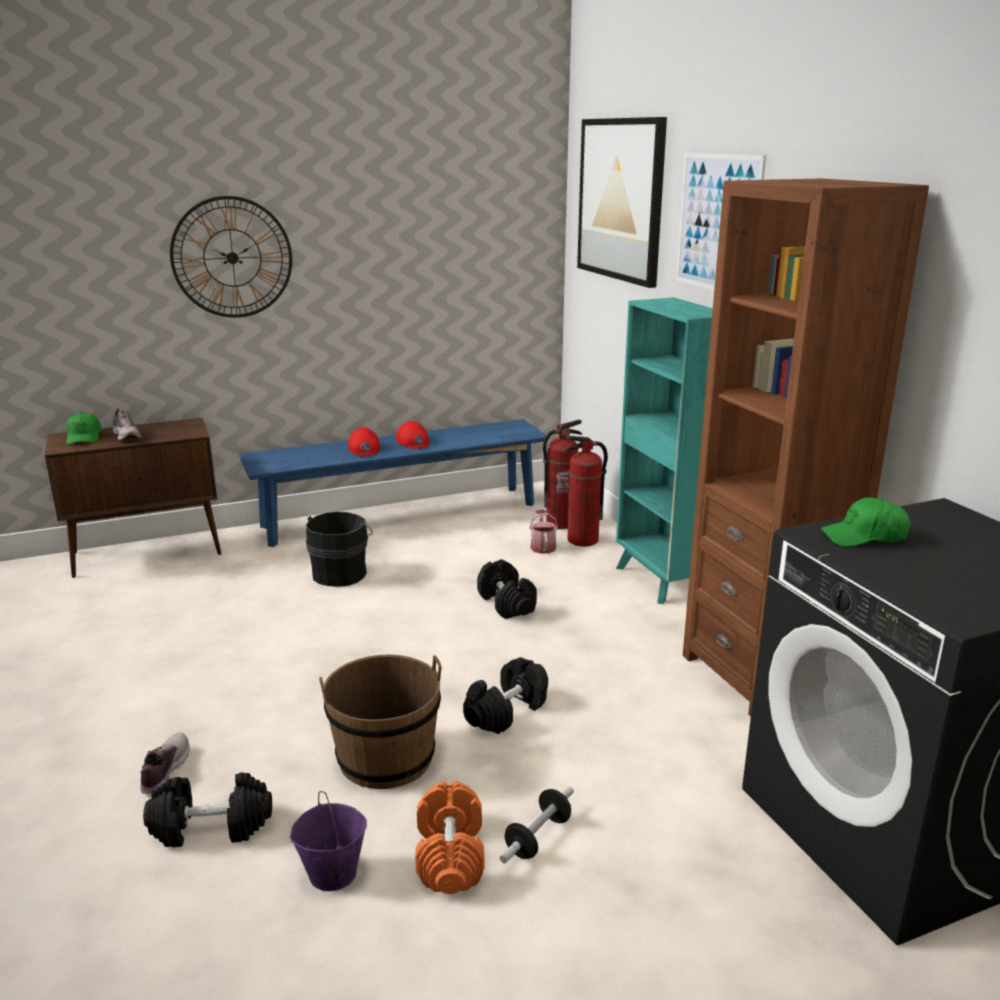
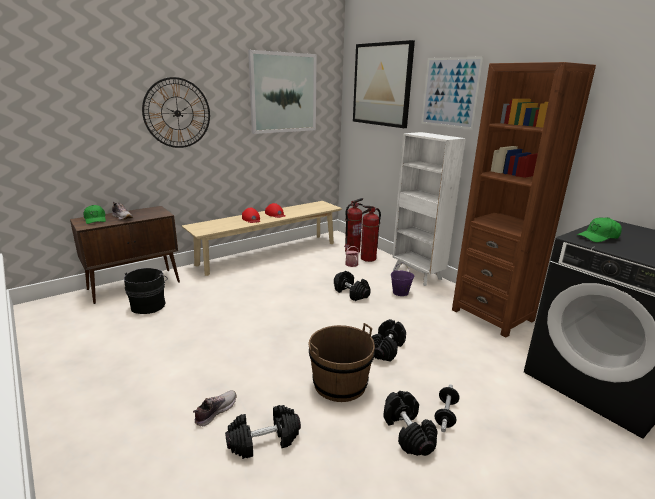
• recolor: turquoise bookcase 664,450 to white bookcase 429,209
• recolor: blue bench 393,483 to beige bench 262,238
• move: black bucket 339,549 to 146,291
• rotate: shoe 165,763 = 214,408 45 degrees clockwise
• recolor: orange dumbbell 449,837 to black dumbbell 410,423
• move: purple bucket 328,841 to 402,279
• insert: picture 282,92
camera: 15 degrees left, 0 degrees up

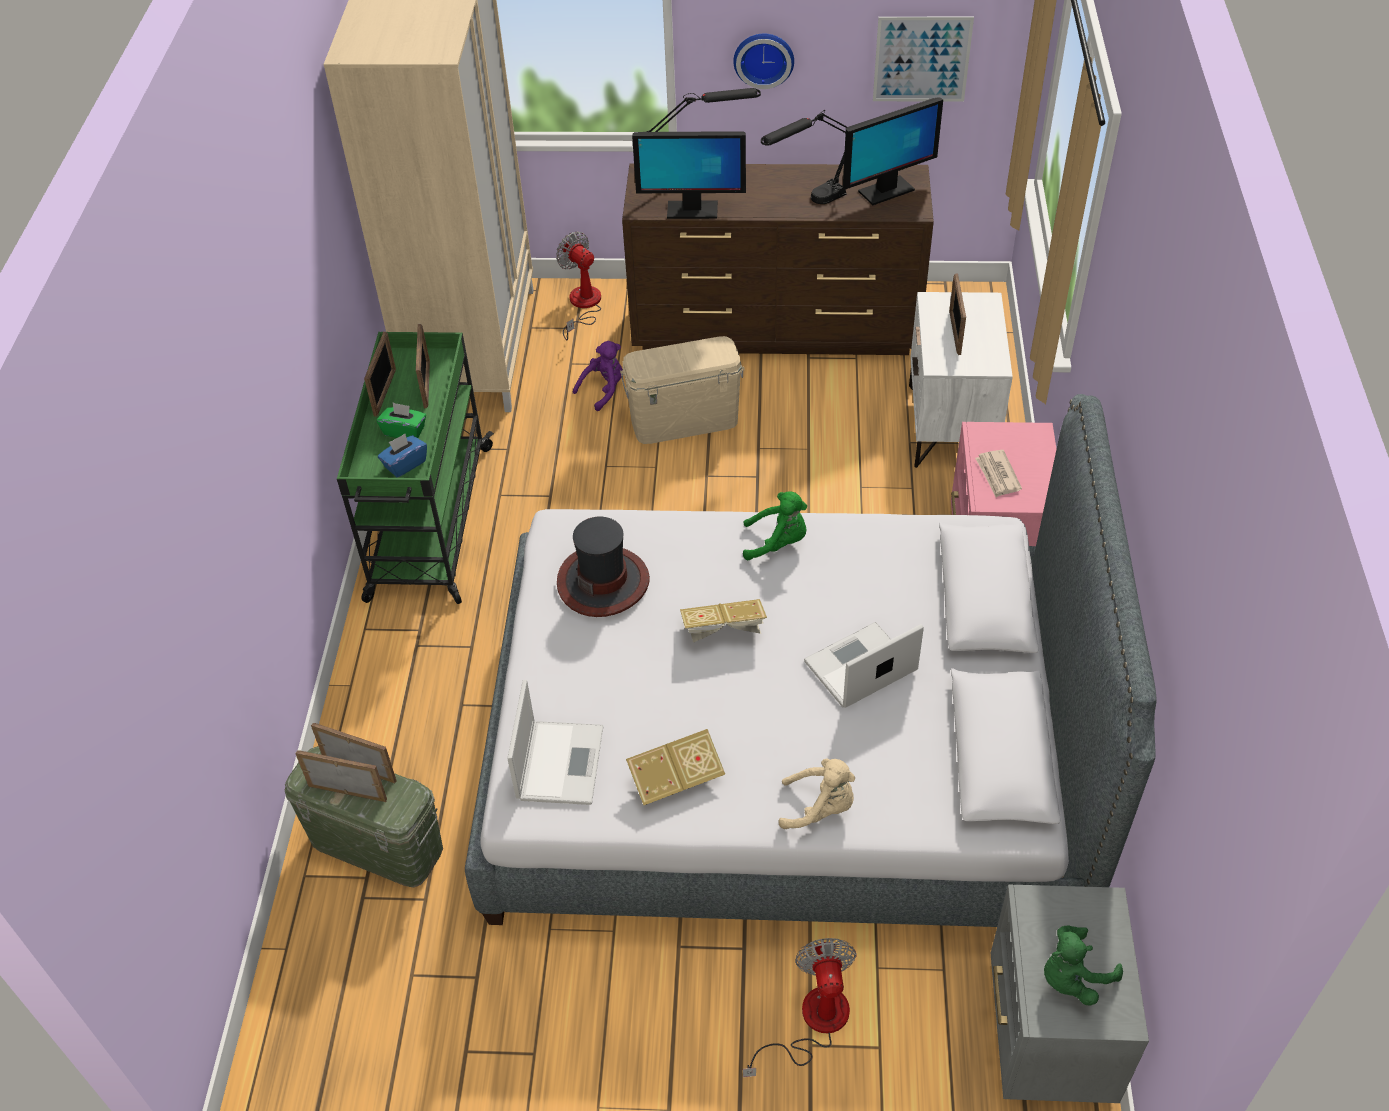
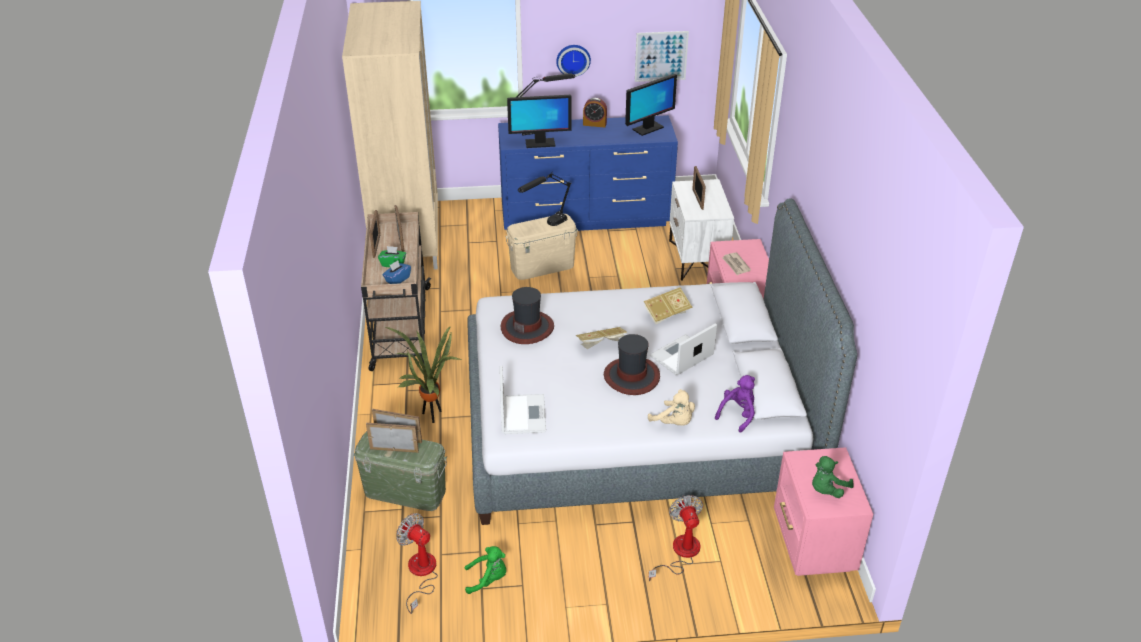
• move: black table lamp 804,157 to 545,199
• recolor: brown dresser 778,259 to blue dresser 588,173
• move: fan 578,285 to 417,563
• recolor: green cart 415,468 to beige cart 396,291
• move: purple plush toy 598,376 to 735,404
• move: green plush toy 775,525 to 485,570
• move: book 675,767 to 668,305
• rotate: beige plush toy 816,793 = 671,407 45 degrees clockwise
• recolor: grey nightstand 1070,994 to pink nightstand 823,511
• insert: alarm clock 595,113
• insert: potted plant 423,374
• insert: hat 632,364
camera: 10 degrees left, 10 degrees down

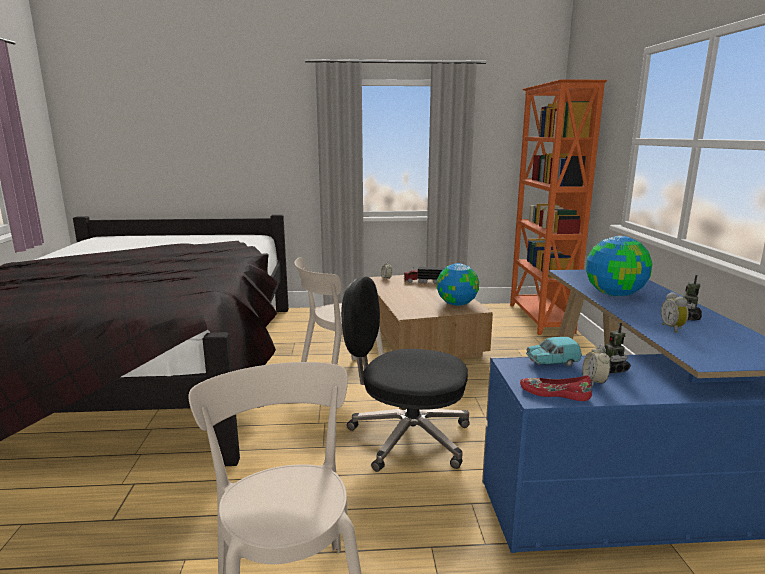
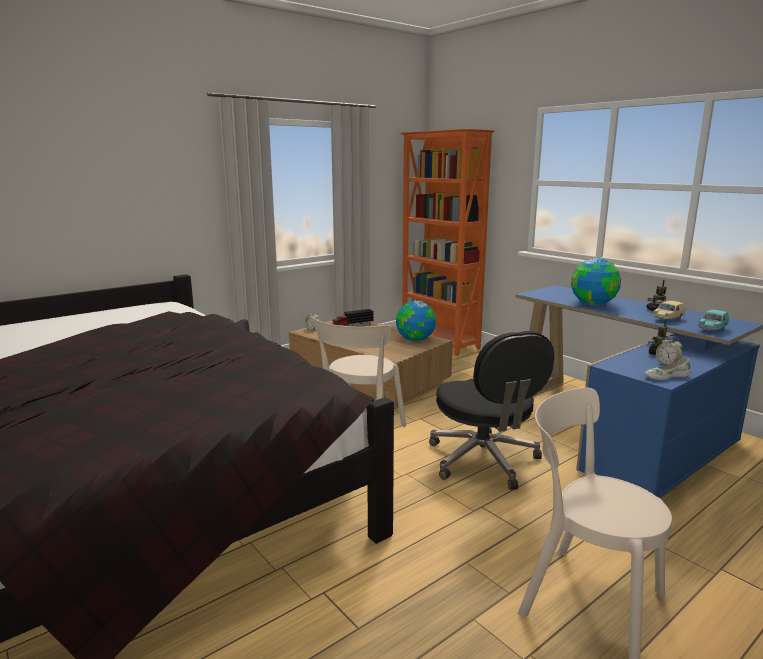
• rotate: black office chair 405,374 = 491,410 90 degrees counterclockwise
• replace: alarm clock 675,312 to beige toy car 668,311
• move: turquoise toy car 554,352 to 713,321
• recolor: red shoe 556,388 to white shoe 667,368
camera: 35 degrees left, 0 degrees up

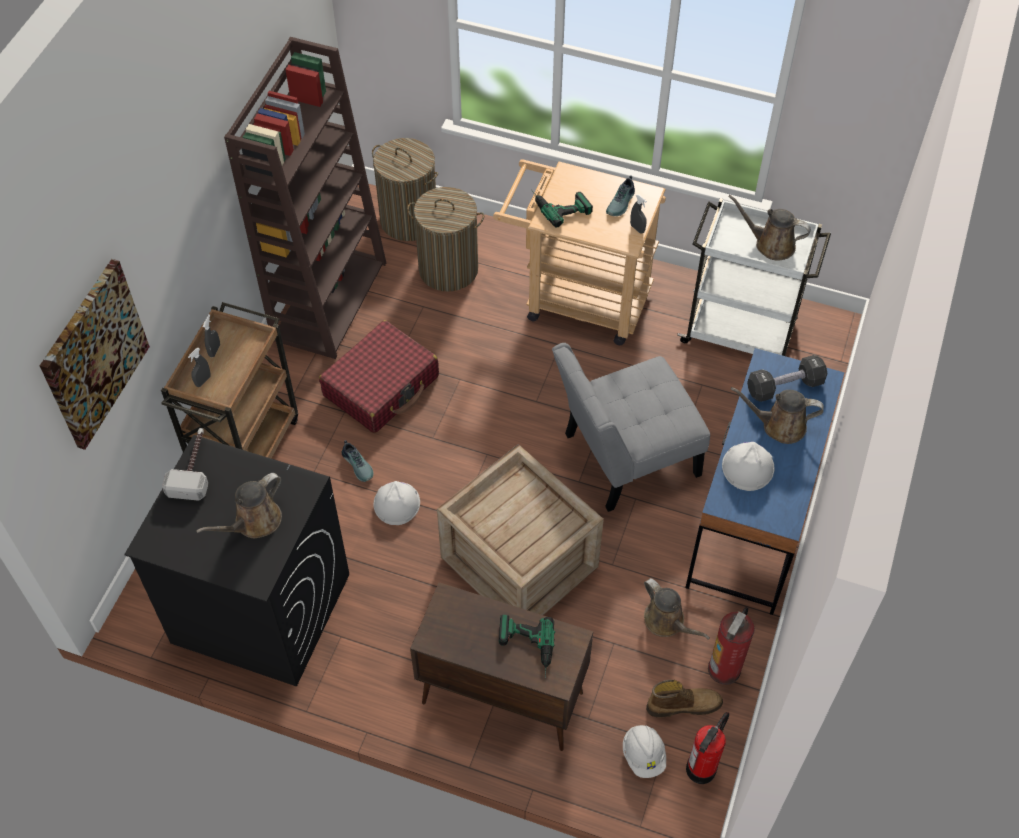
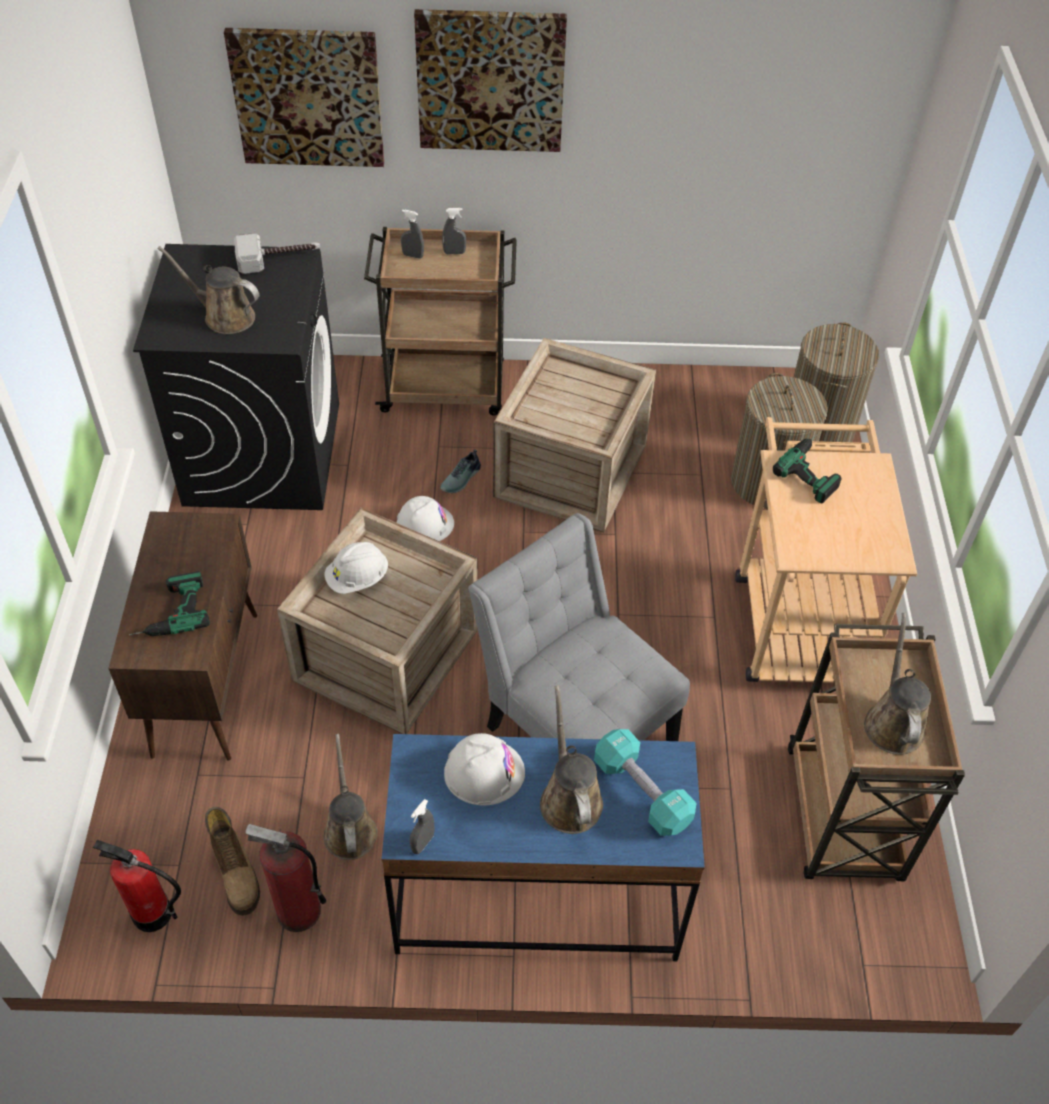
• delete: brown bookcase 305,198
• delete: shoe 620,195
• move: grey spray bottle 638,214 to 422,826
• recolor: white cart 754,277 to brown cart 876,753
• replace: red suitcase 379,376 to crate 574,435
• recolor: black dumbbell 787,378 to turquoise dumbbell 645,782
• rotate: brown watering can 677,609 = 351,797 135 degrees clockwise
• move: white hard hat 644,751 to 356,568
• insert: picture 490,80
camera: 70 degrees right, 5 degrees down

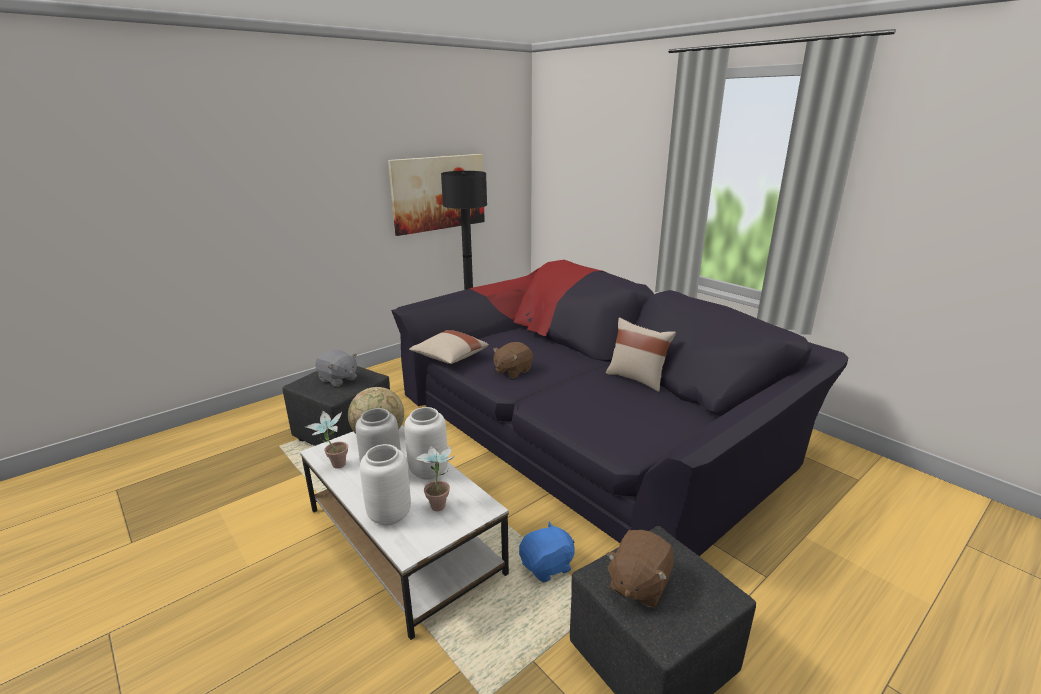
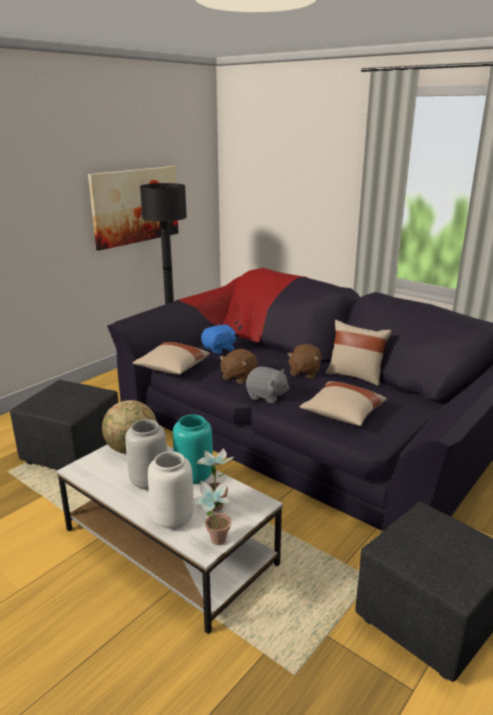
• move: grey plush toy 336,368 to 268,384
• recolor: white vase 426,443 to turquoise vase 193,449
• move: potted plant 327,439 to 211,512
• move: blue plush toy 547,551 to 218,339
• move: brown plush toy 640,568 to 304,361
• insert: beige pillow 343,403
camera: 10 degrees left, 0 degrees up

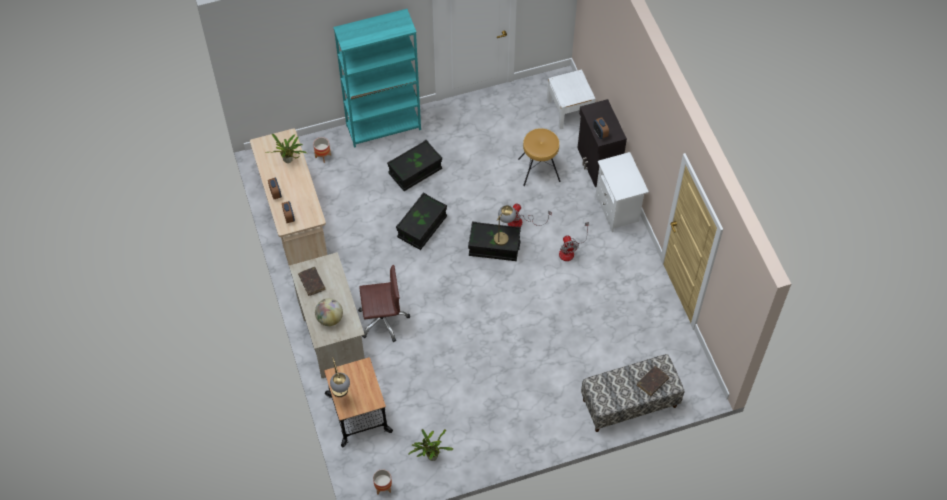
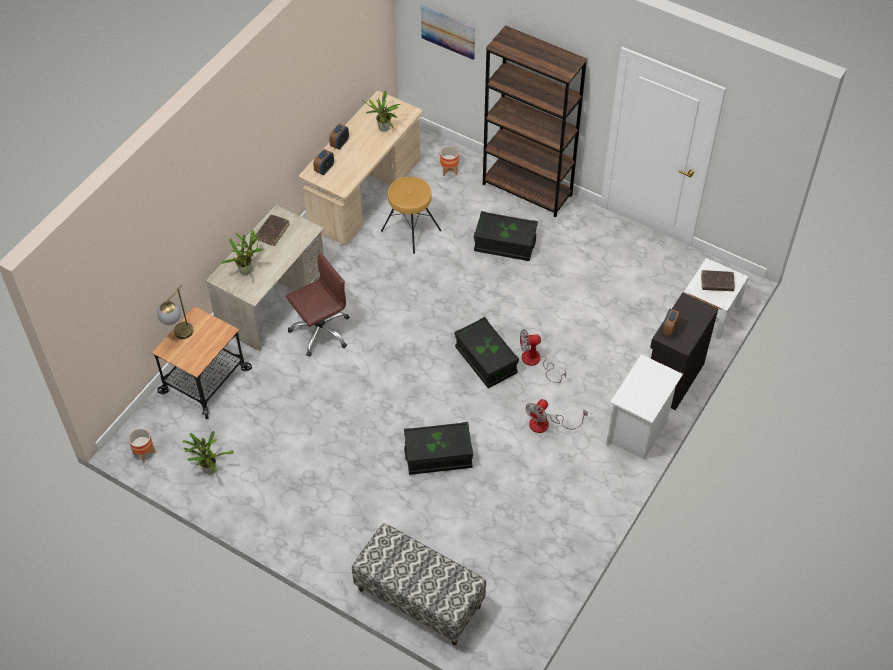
• recolor: turquoise bookcase 377,78 to brown bookcase 535,121
• move: brown stool 539,157 to 411,215
• move: black storage box 421,221 to 438,448
• delete: table lamp 505,225
• rotate: brown office chair 384,303 = 317,304 75 degrees counterclockwise
• replace: globe 329,312 to potted plant 242,252
• move: brown book 653,381 to 718,280
• insert: picture 448,33
camera: 50 degrees right, 5 degrees down

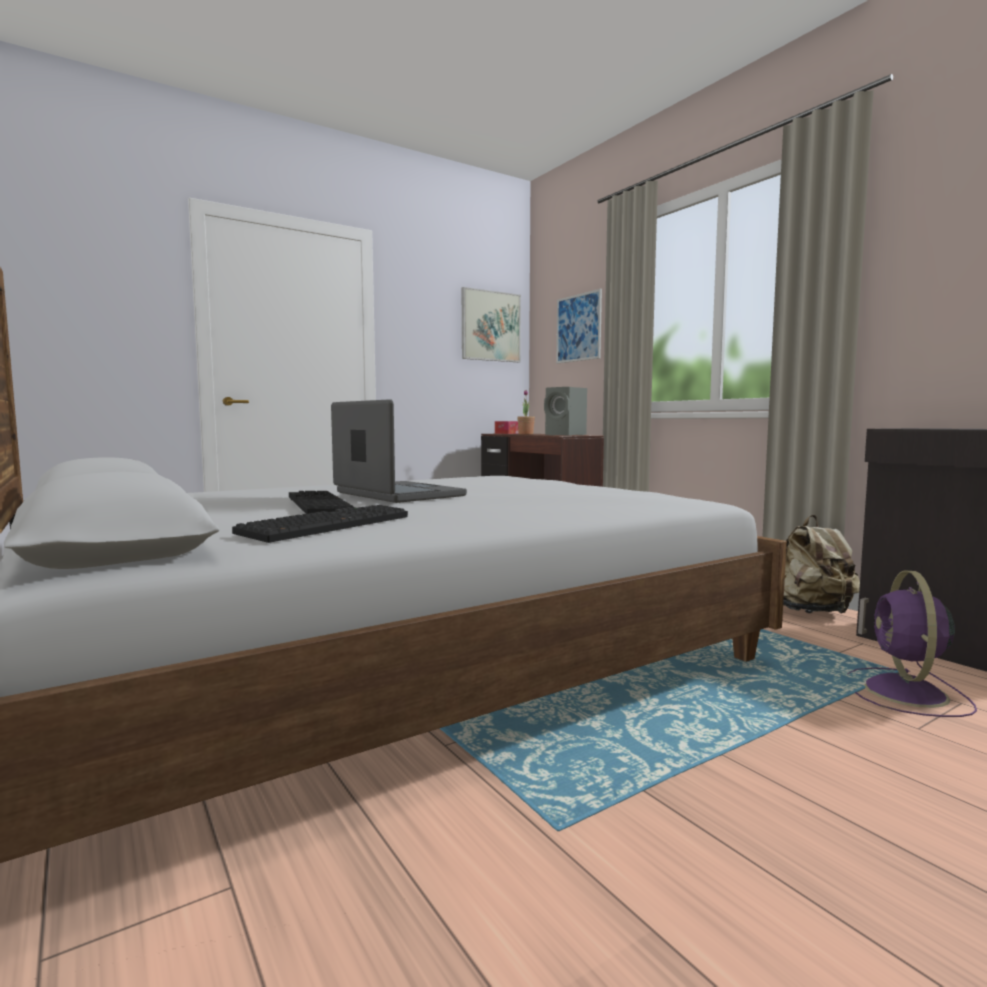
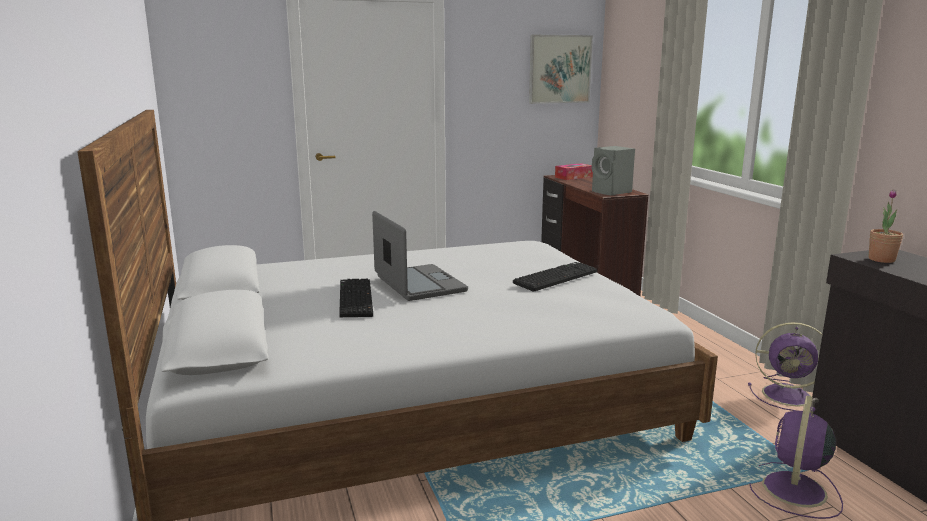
• delete: picture 579,326
• move: potted plant 526,412 to 886,226
• move: keyboard 320,524 to 555,277
• replace: beige backpack 821,564 to purple fan 785,366
camera: 15 degrees right, 10 degrees up

